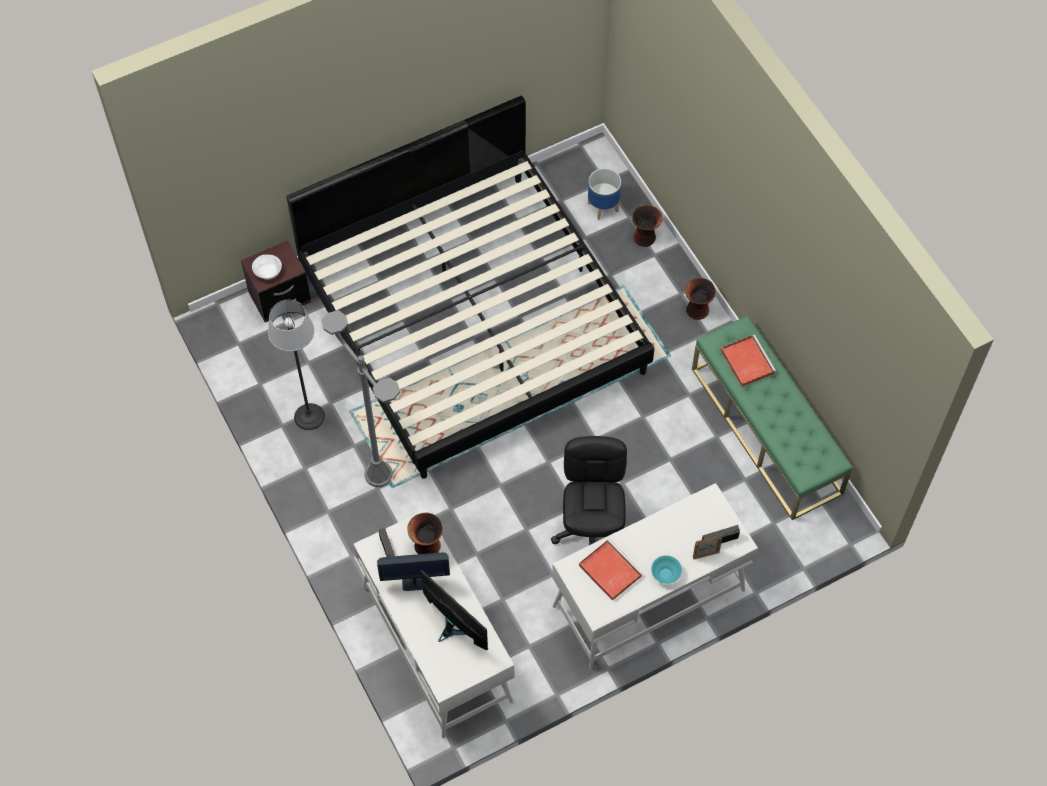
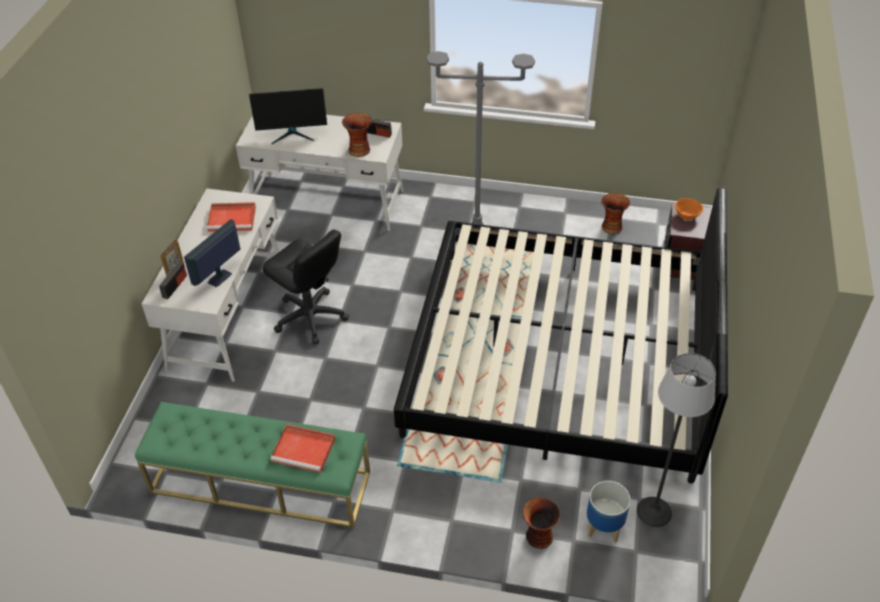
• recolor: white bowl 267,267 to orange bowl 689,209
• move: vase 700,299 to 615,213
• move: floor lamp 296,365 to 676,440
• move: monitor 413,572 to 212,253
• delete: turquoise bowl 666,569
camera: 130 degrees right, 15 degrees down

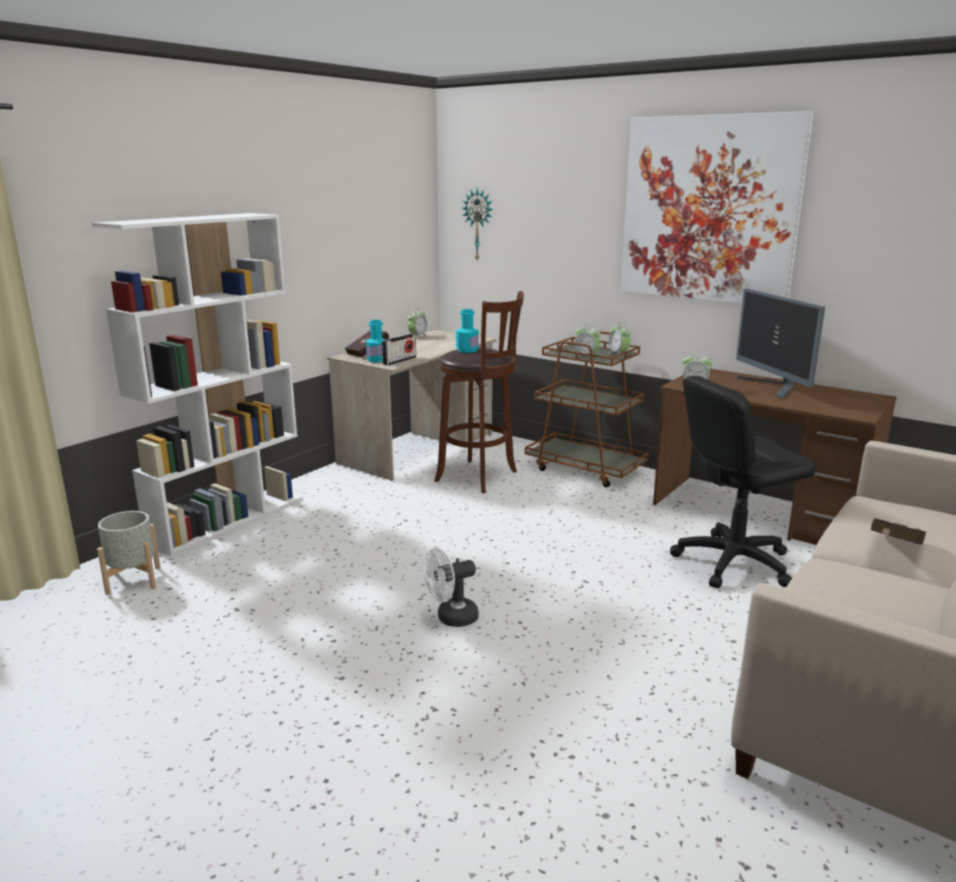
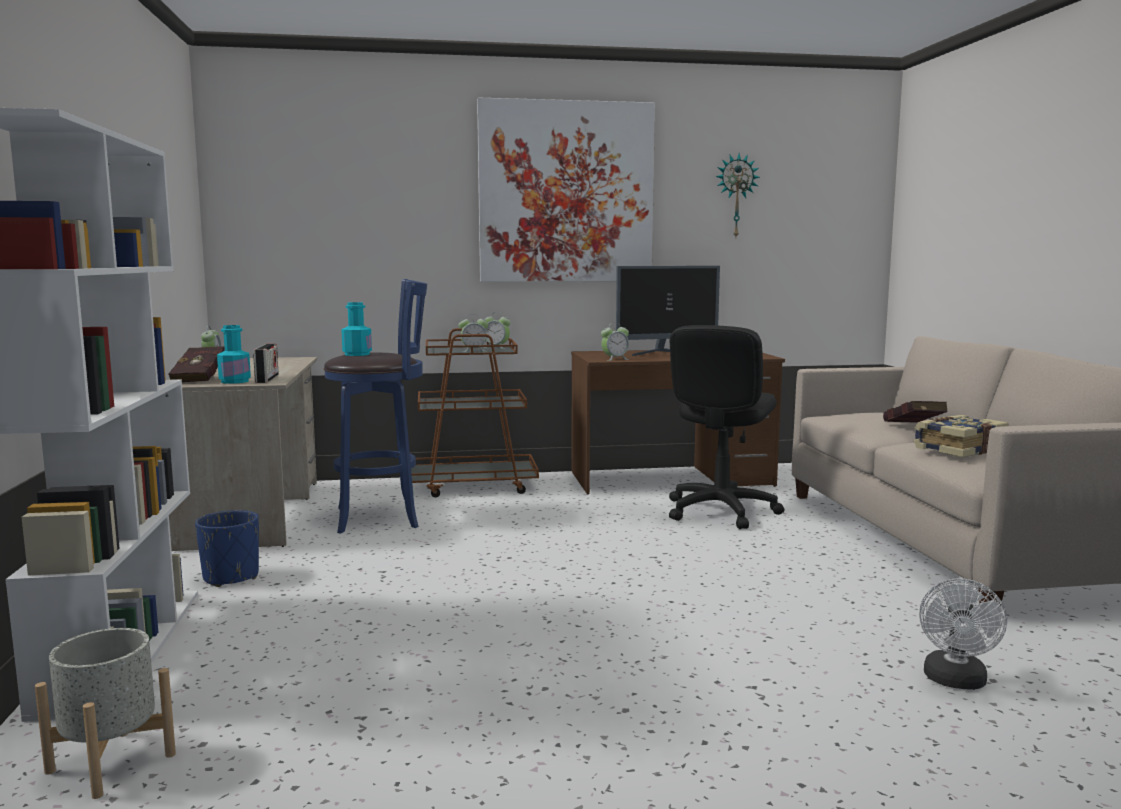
• move: wall clock 477,224 to 738,195
• rotate: monitor 780,344 = 668,311 45 degrees counterclockwise
• recolor: brown stool 479,392 to blue stool 375,406
• move: white fan 451,587 to 963,634
• insert: book 961,436
• insert: blue planter 227,548
camera: 45 degrees left, 10 degrees down

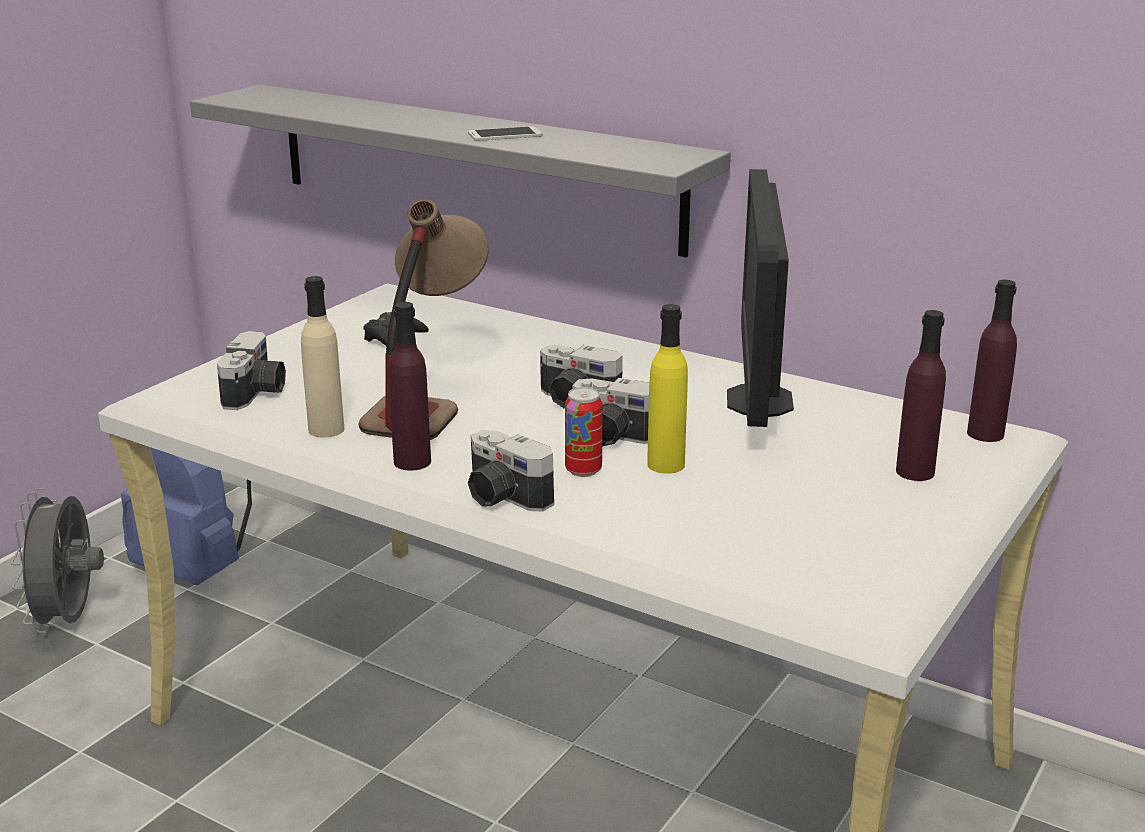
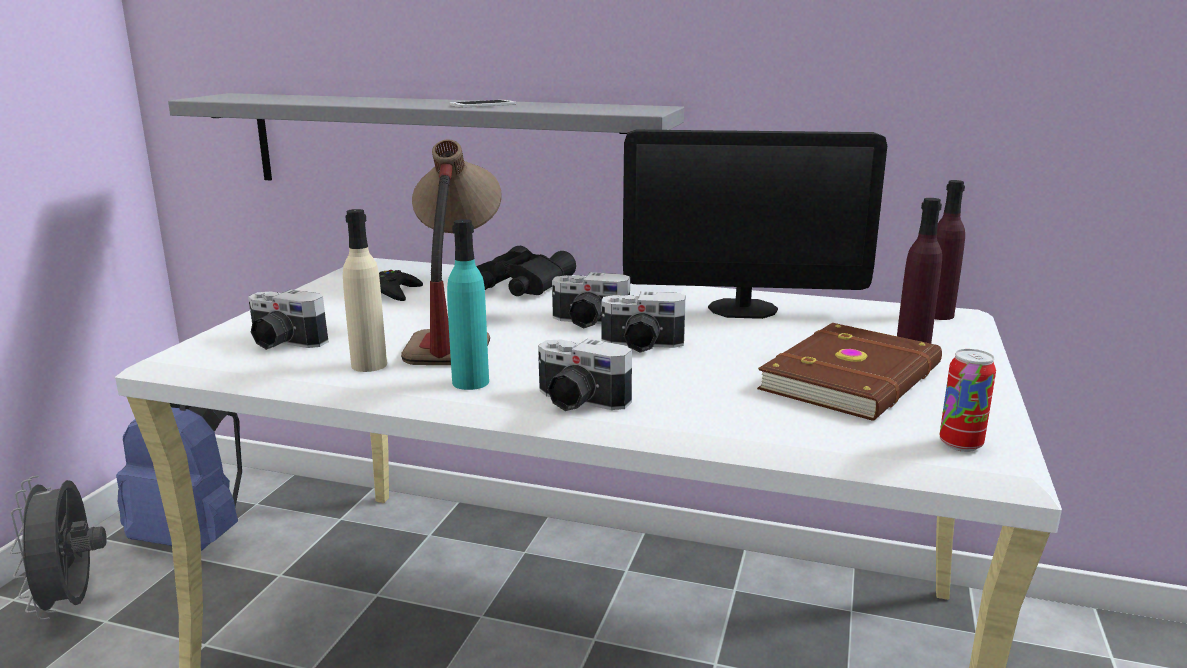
• rotate: monitor 760,298 = 755,224 75 degrees counterclockwise
• recolor: purple bottle 409,386 to turquoise bottle 468,304
• delete: yellow bottle 667,389
• rotate: photo camera 251,370 = 288,319 120 degrees clockwise
• move: can 584,432 to 967,400
• insert: black binoculars 526,271
• insert: brown book 849,371
camera: 15 degrees left, 5 degrees down

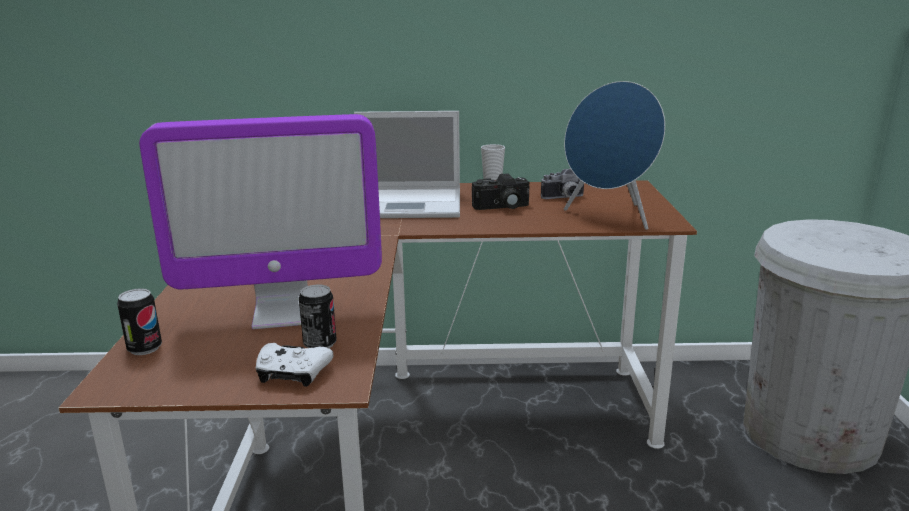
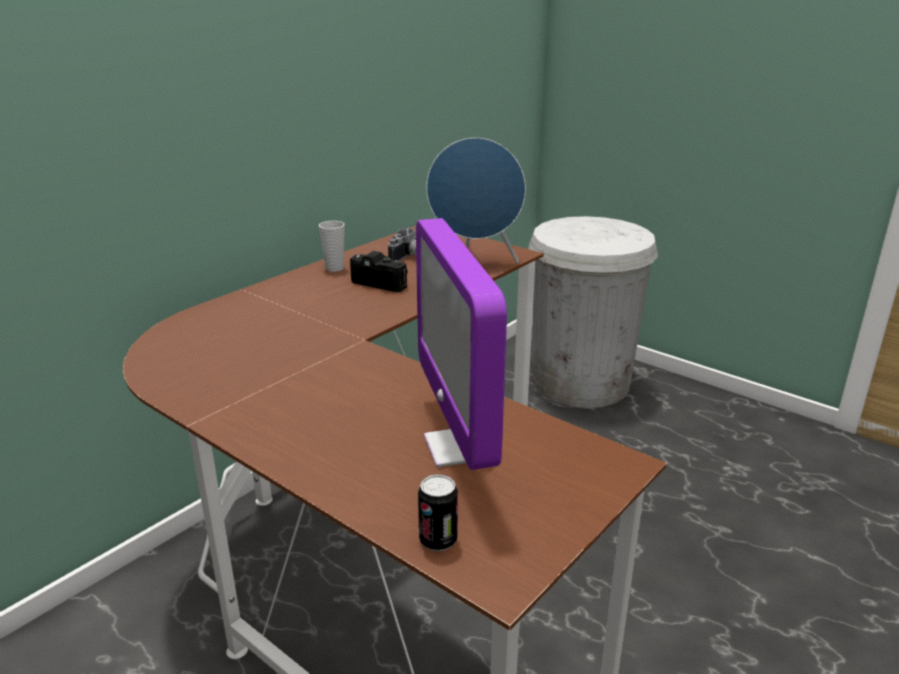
• delete: laptop 407,164
• rotate: monitor 260,221 = 461,344 135 degrees clockwise
• rotate: photo camera 501,191 = 379,271 90 degrees counterclockwise
• delete: can 318,316
• delete: white game controller 294,365
camera: 50 degrees left, 5 degrees up

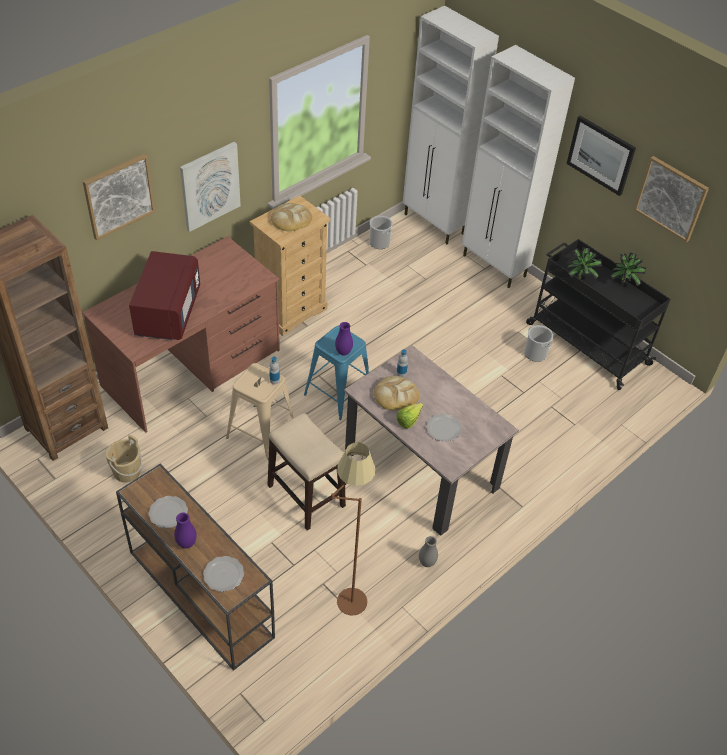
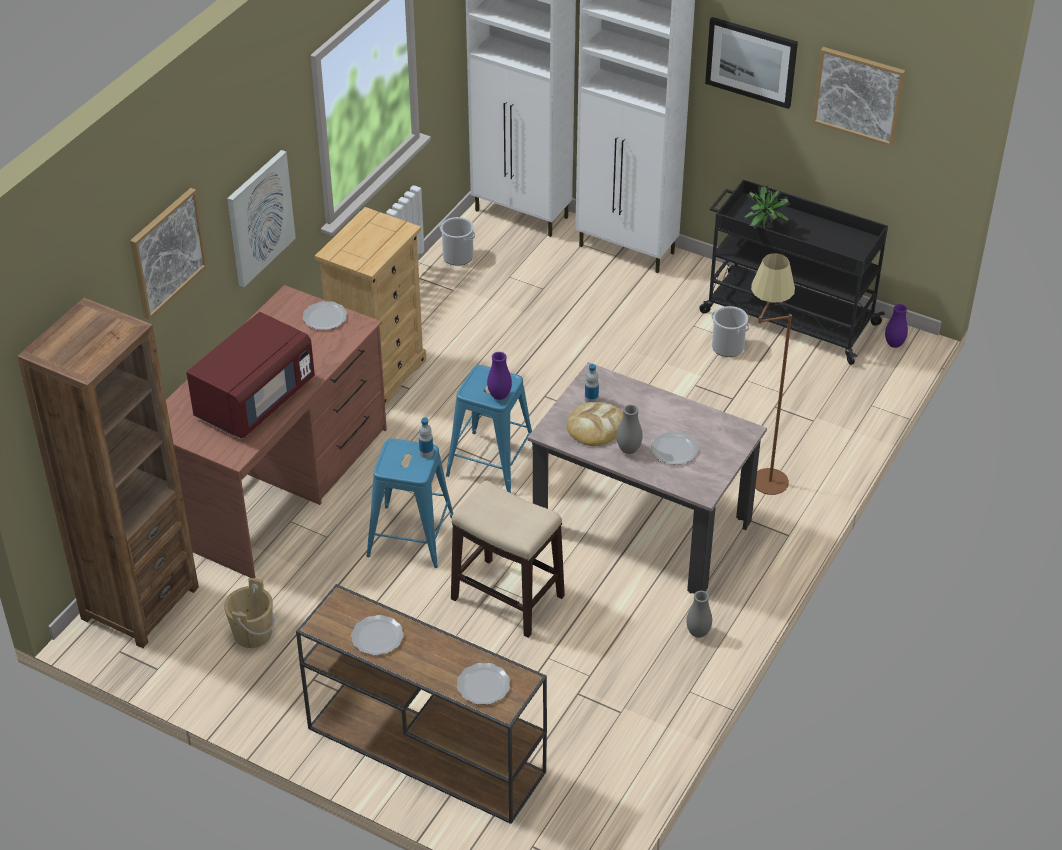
• delete: bread 291,217
• rotate: red microwave 164,295 = 250,375 45 degrees clockwise
• delete: potted plant 628,269
• recolor: beige stool 260,411 to blue stool 409,503
• replace: lettuce 410,416 to grey vase 630,429
• move: brown floor lamp 353,528 to 773,374
• move: purple vase 185,531 to 896,326
• insert: plate 325,315
camera: 15 degrees left, 5 degrees down

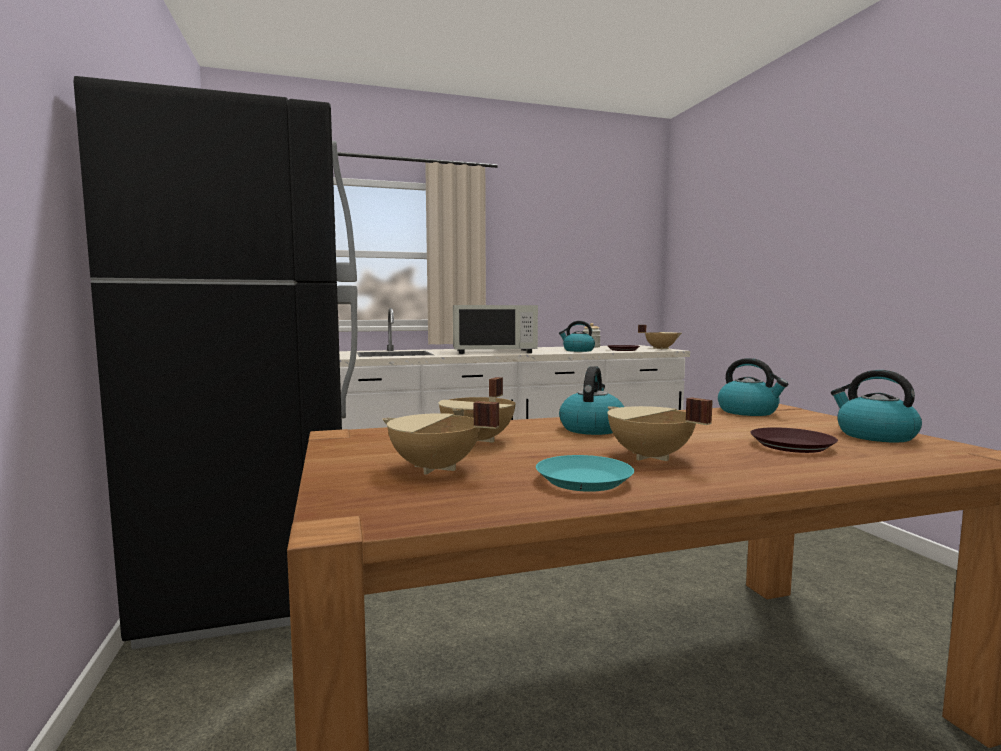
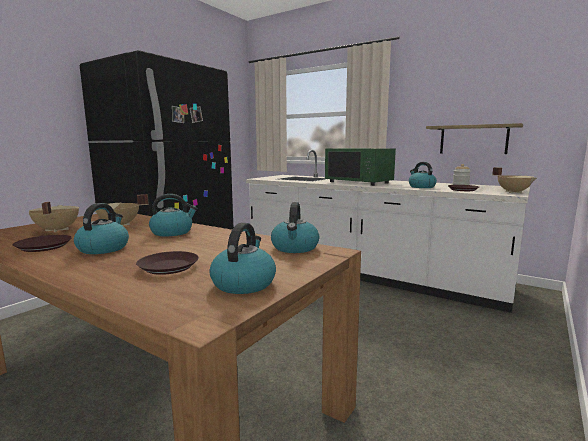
• recolor: white microwave 495,329 to green microwave 360,167
• replace: beige cooking pot 660,429 to kettle 101,228
• recolor: turquoise plate 585,473 to brown plate 42,243
• insert: shelf 474,138
camera: 50 degrees right, 5 degrees up

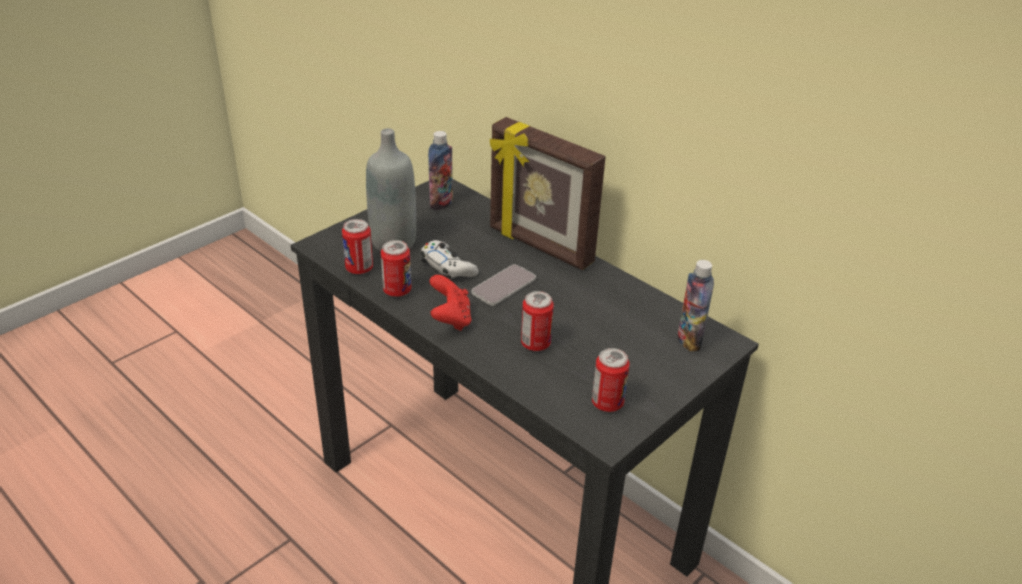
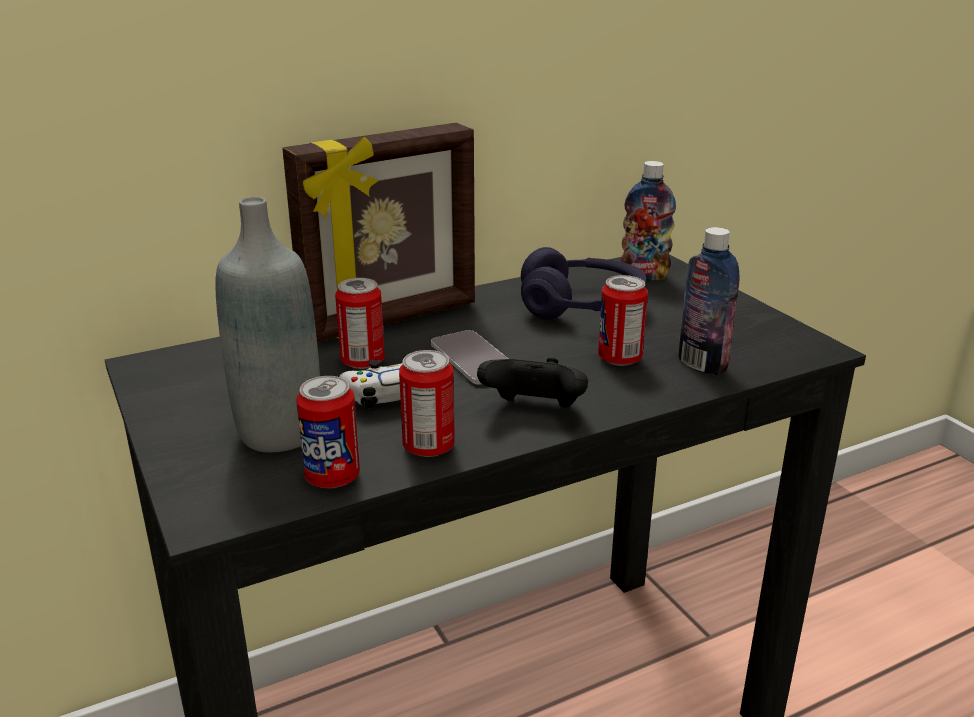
• move: bottle 440,171 to 709,301
• recolor: red game controller 451,303 to black game controller 532,382
• move: can 611,380 to 360,323
• insert: purple headphones 584,283
camera: 70 degrees left, 10 degrees down

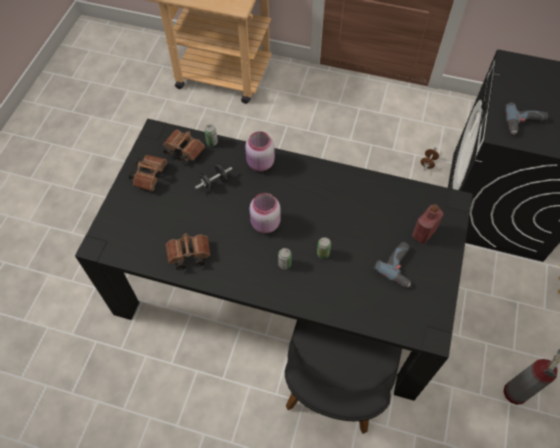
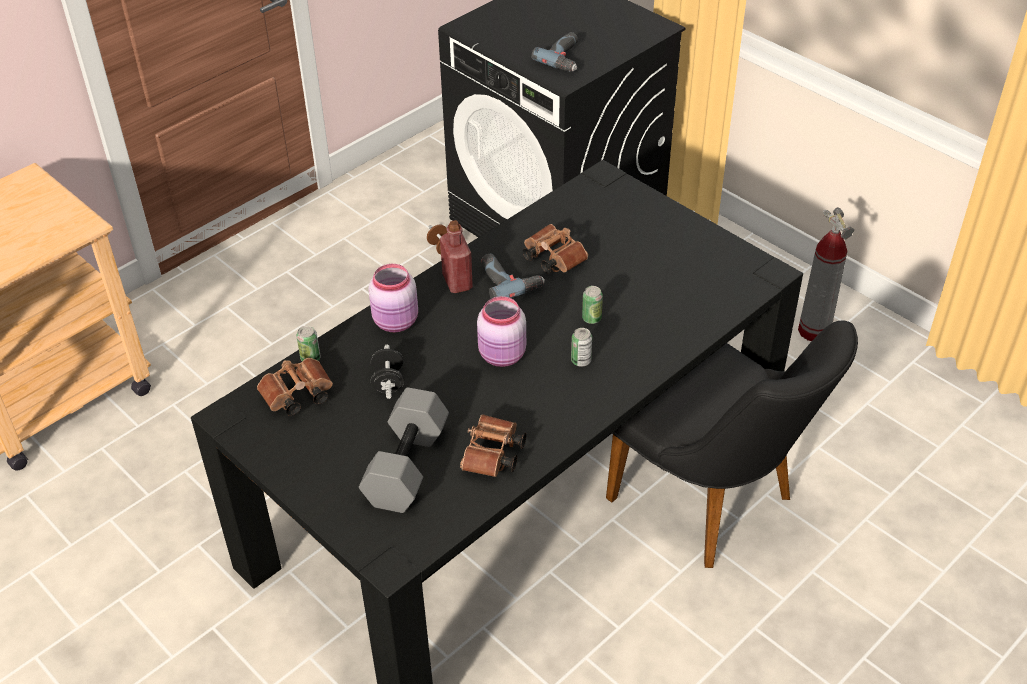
• move: brown binoculars 148,173 to 555,249
• move: red bottle 427,224 to 456,256
• move: power drill 392,265 to 513,276
• insert: grey dumbbell 404,450
camera: 60 degrees left, 15 degrees down

